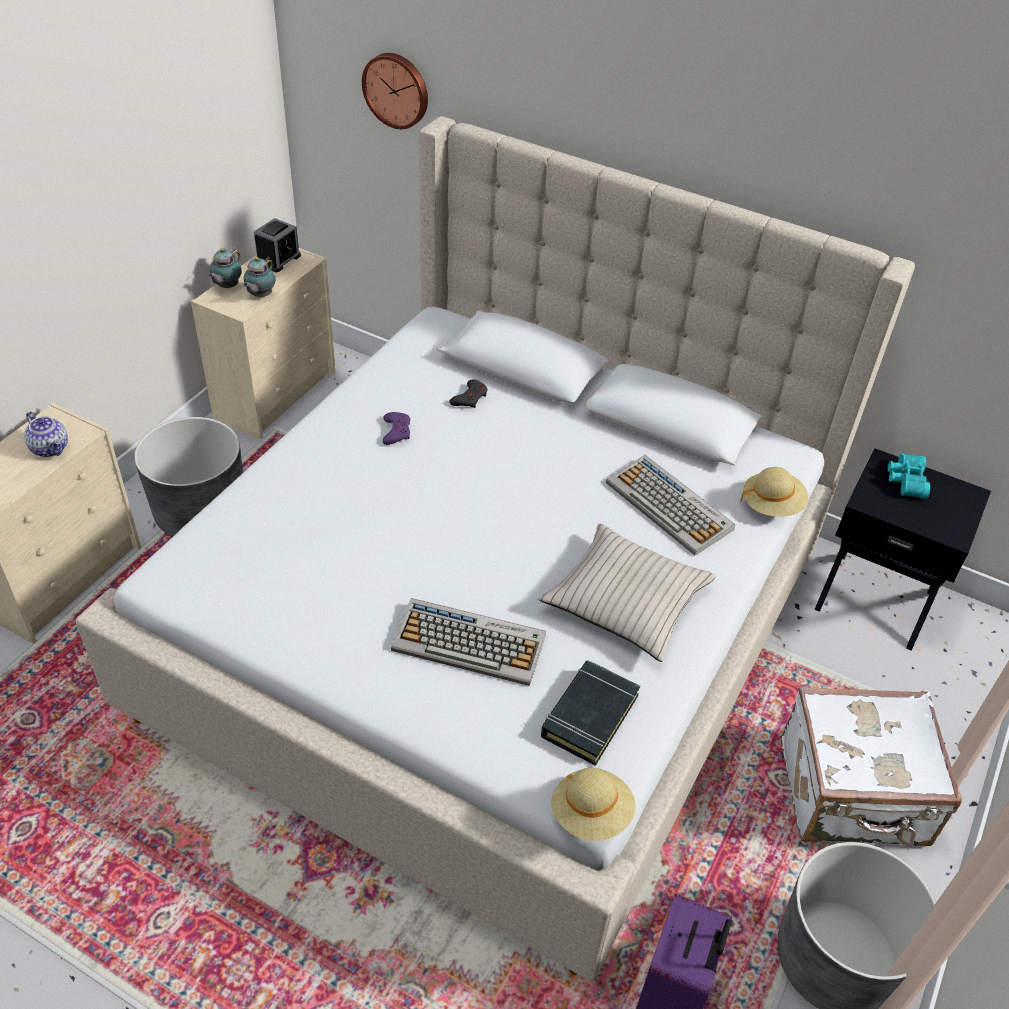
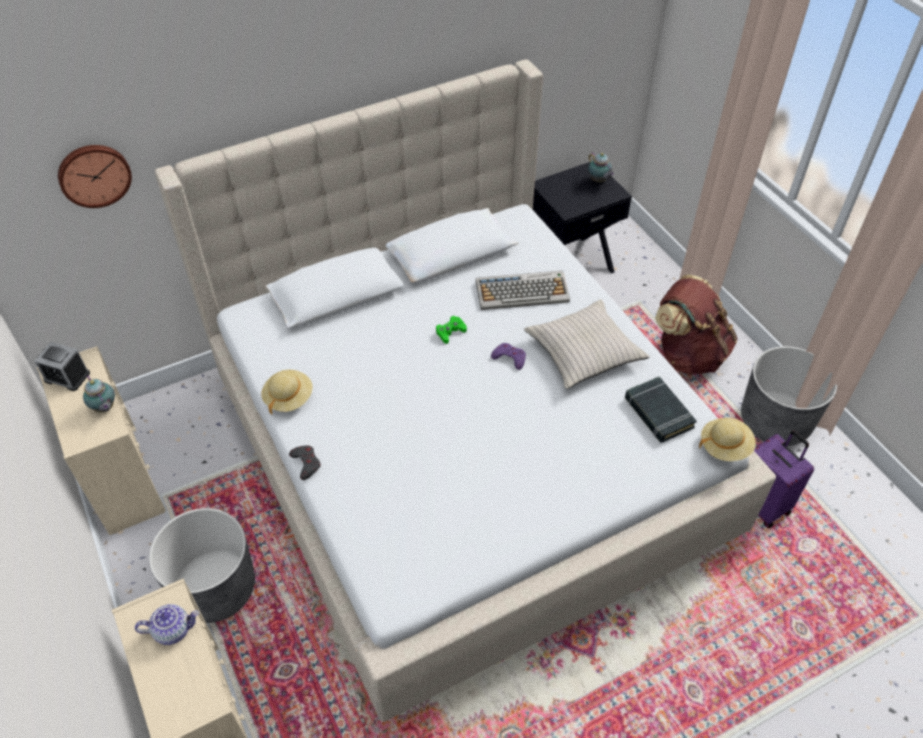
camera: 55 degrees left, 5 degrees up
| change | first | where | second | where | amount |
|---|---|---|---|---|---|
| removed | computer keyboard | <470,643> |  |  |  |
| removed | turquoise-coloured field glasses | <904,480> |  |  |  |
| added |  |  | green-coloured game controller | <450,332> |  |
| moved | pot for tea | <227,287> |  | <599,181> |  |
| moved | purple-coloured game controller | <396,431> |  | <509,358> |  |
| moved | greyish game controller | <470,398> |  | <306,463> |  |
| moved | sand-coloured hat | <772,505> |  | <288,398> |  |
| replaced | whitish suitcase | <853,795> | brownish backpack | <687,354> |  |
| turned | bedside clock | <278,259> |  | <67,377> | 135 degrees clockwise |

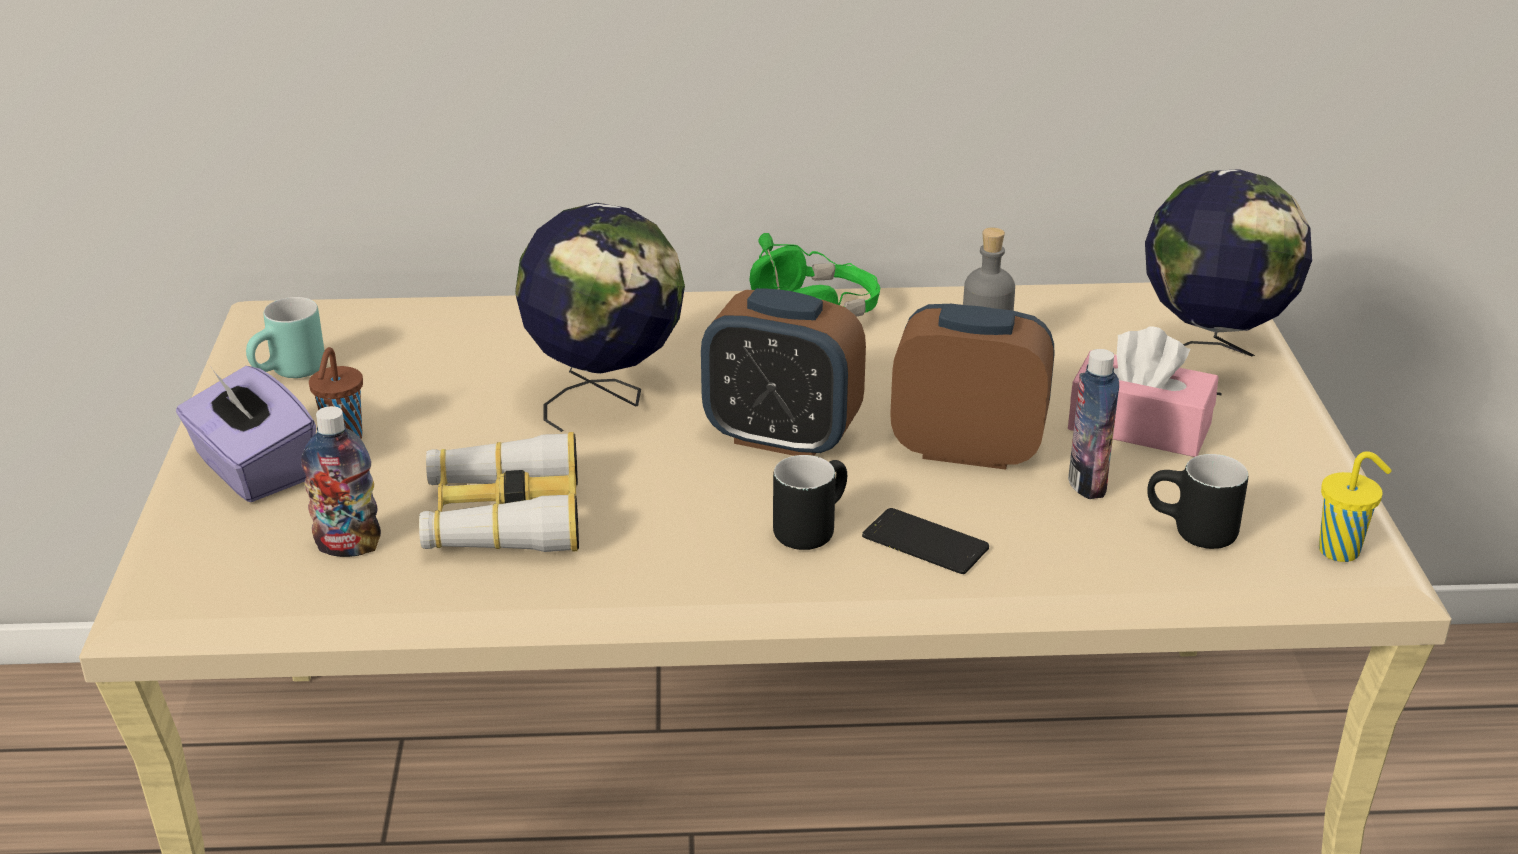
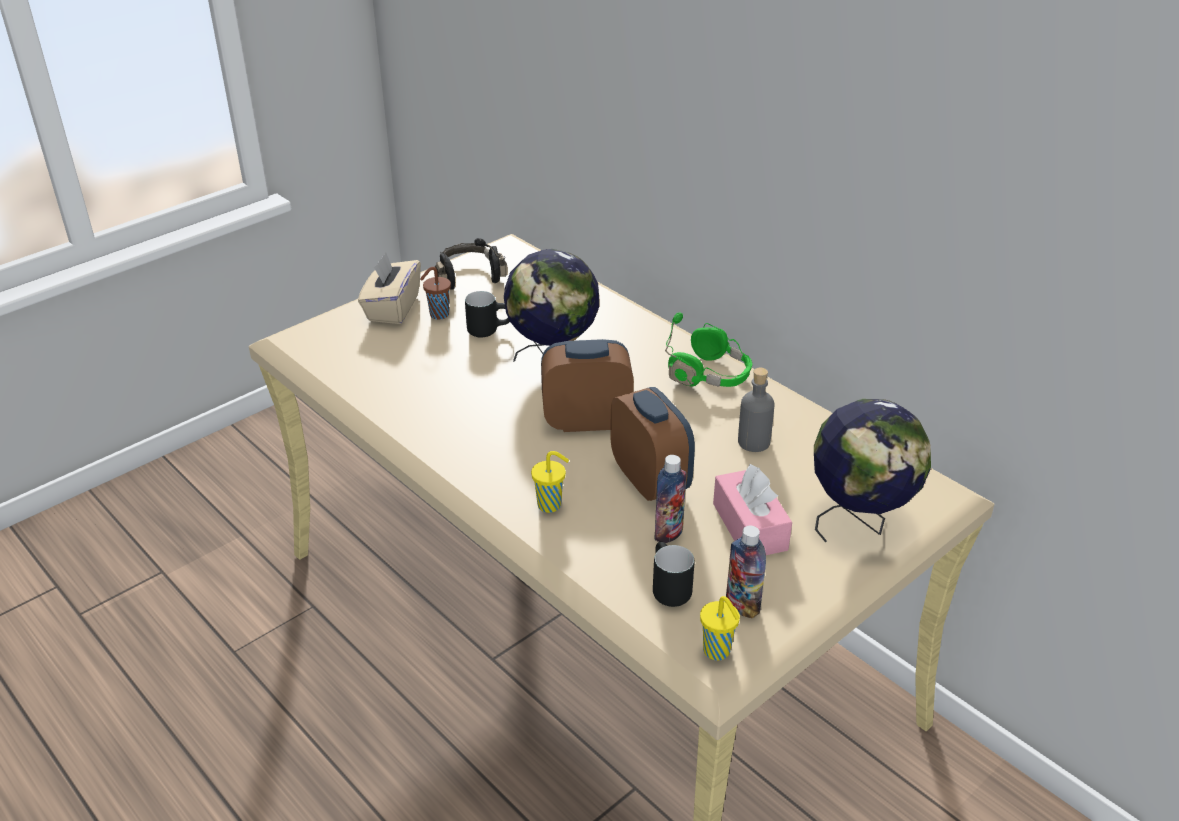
camera: 50 degrees right, 5 degrees up
| change | first | where | second | where | amount |
|---|---|---|---|---|---|
| removed | field glasses | <503,517> |  |  |  |
| moved | bottle | <348,546> |  | <742,606> |  |
| moved | black coffee mug | <809,527> |  | <489,330> |  |
| replaced | turquoise-coloured coffee mug | <291,374> | black headset | <469,276> |  |
| replaced | handset | <925,543> | yellow cup | <551,505> |  |
| recoloured | purple-coloured tissue holder | <253,470> | sand-coloured tissue holder | <392,308> |  |
| turned | bedside clock | <782,437> |  | <586,421> | 105 degrees clockwise |

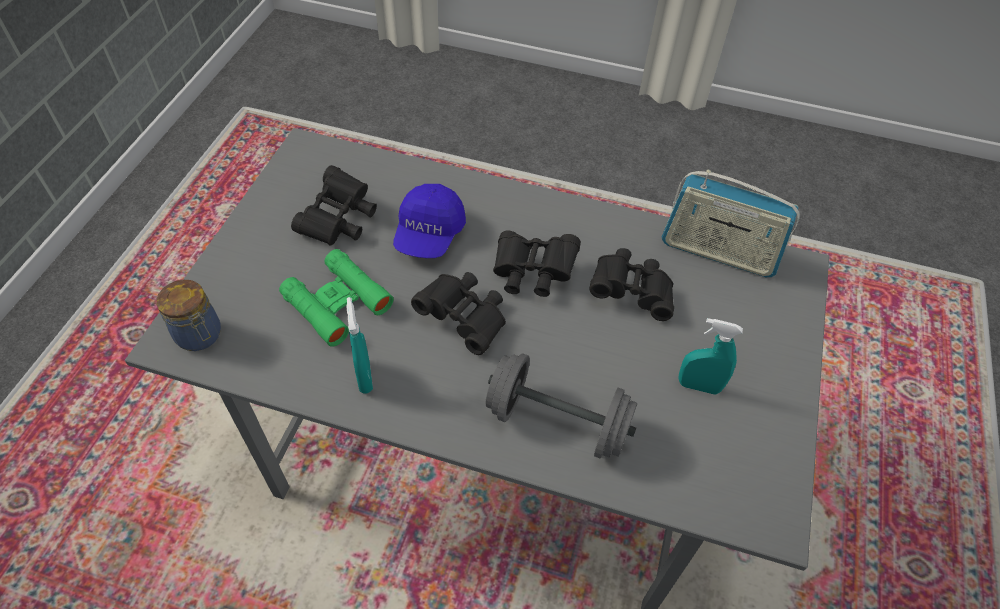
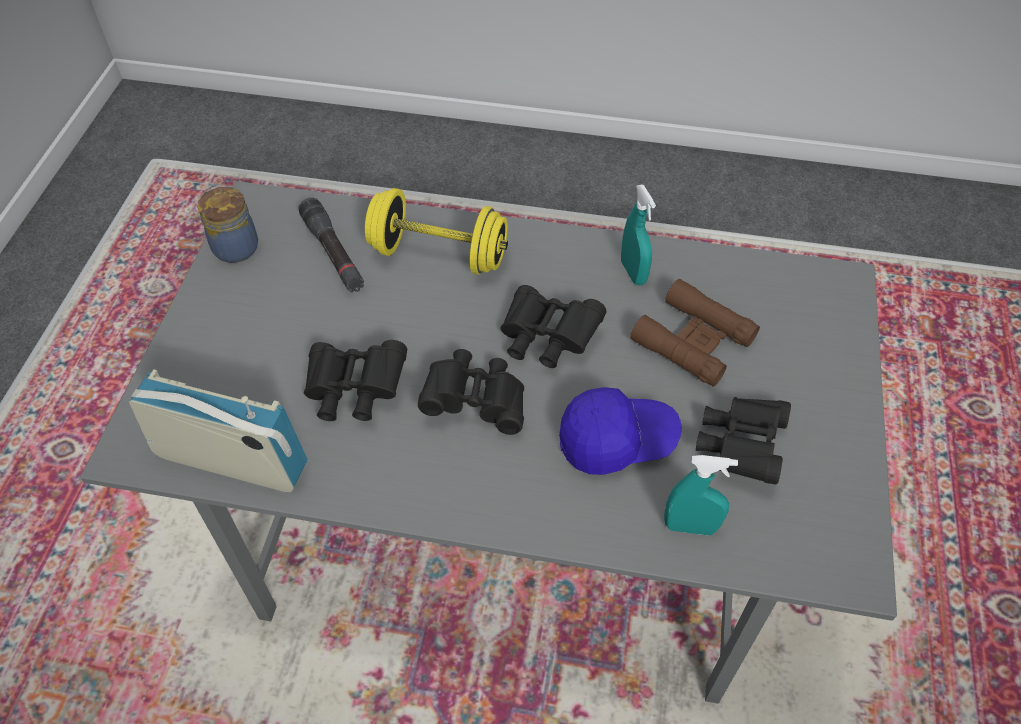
camera: 175 degrees right, 0 degrees up
| change | first | where | second | where | amount |
|---|---|---|---|---|---|
| added |  |  | black torch | <333,253> |  |
| moved | preserve jar | <200,336> |  | <234,247> |  |
| moved | turquoise-coloured spray bottle | <699,386> |  | <690,527> |  |
| recoloured | green-coloured field glasses | <337,303> | brownish field glasses | <693,340> |  |
| recoloured | greyish hand weight | <557,422> | yellow hand weight | <438,254> |  |
| turned | bluish peaked cap | <429,234> |  | <616,440> | 75 degrees clockwise |

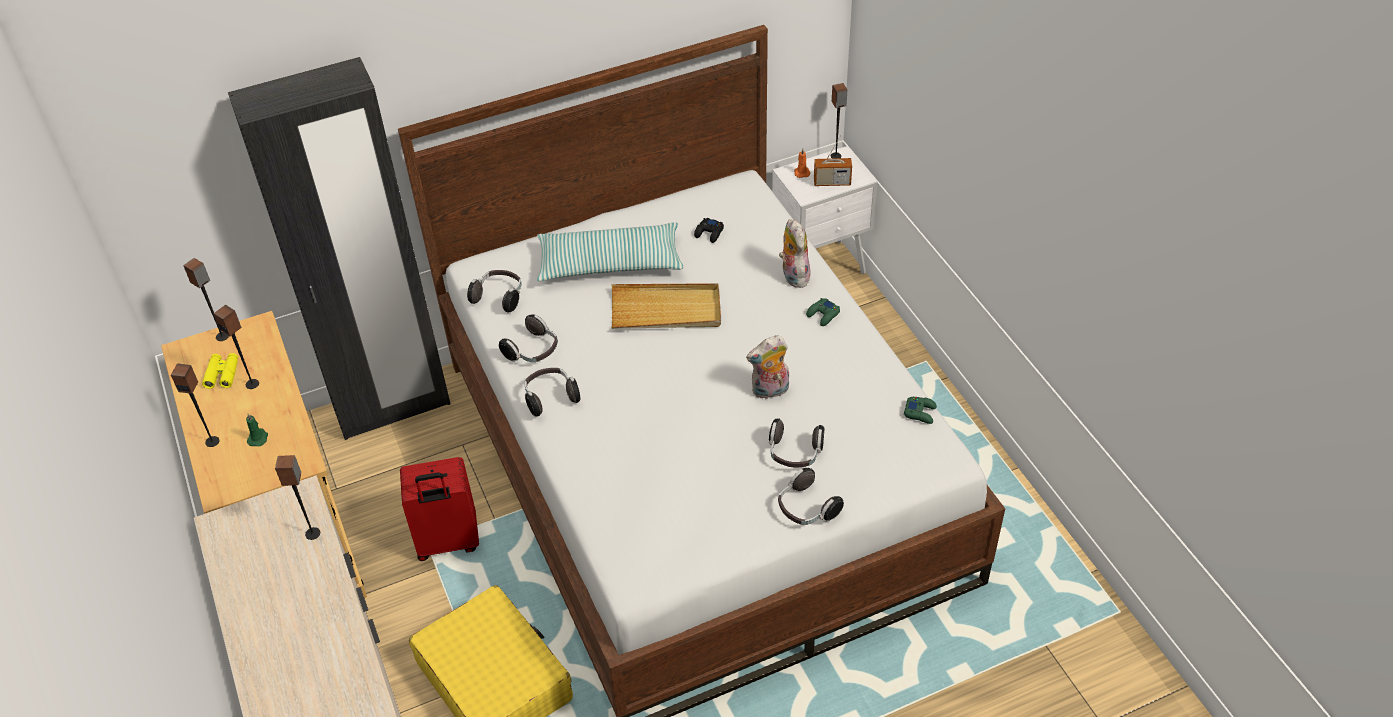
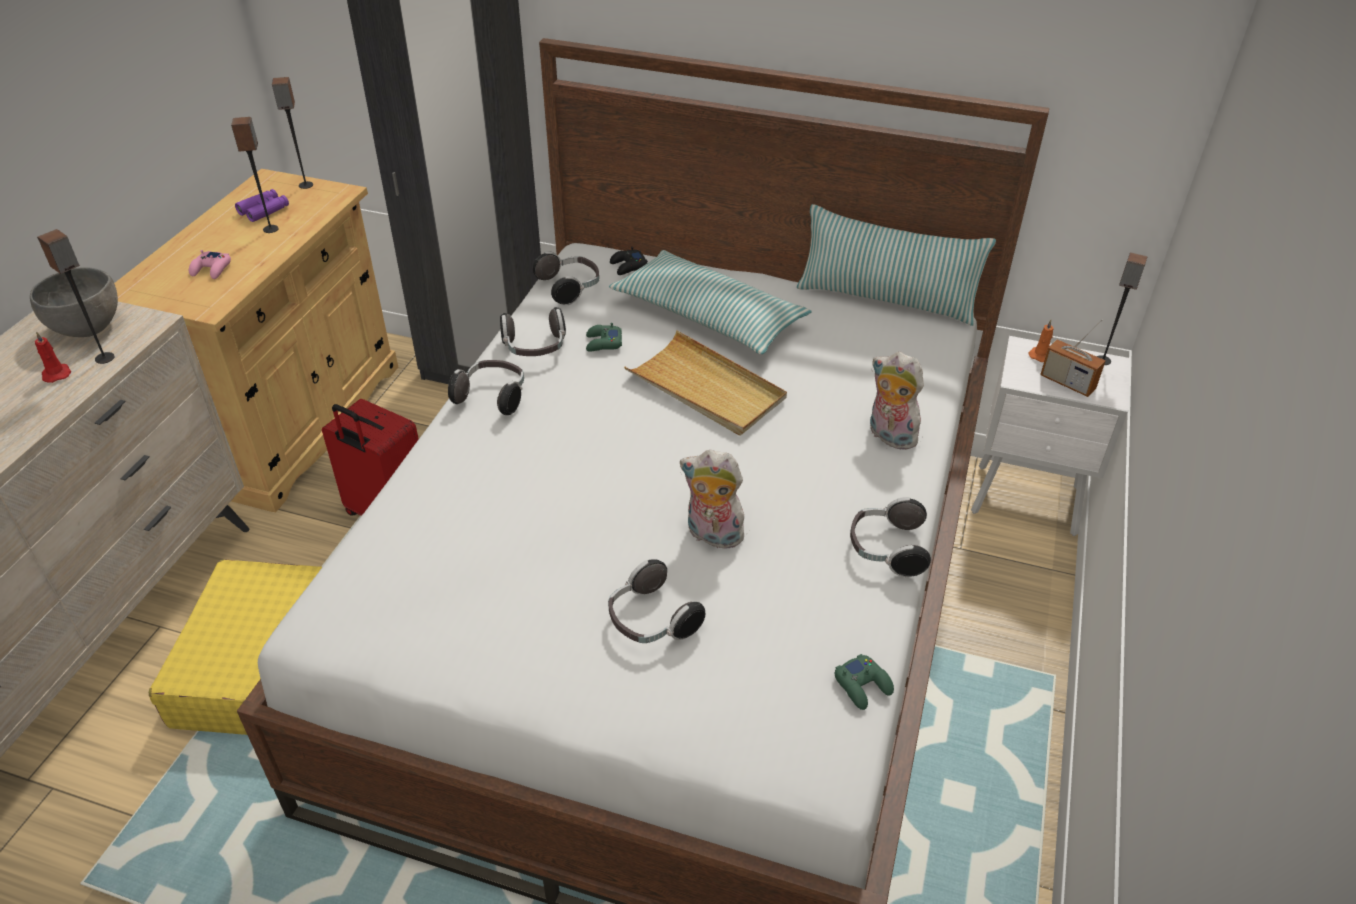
camera: 40 degrees right, 5 degrees down
| change | first | where | second | where | amount |
|---|---|---|---|---|---|
| removed | loudspeaker | <212,441> |  |  |  |
| added |  |  | greyish deep dish | <88,327> |  |
| added |  |  | red-coloured wax light | <56,373> |  |
| added |  |  | cushion | <886,300> |  |
| moved | black game controller | <709,233> |  | <628,266> |  |
| moved | headset | <806,509> |  | <886,549> |  |
| moved | green-coloured game controller | <823,315> |  | <603,343> |  |
| replaced | green-coloured wax light | <258,438> | pinkish game controller | <211,269> |  |
| recoloured | yellow field glasses | <222,374> | purple-coloured field glasses | <264,210> |  |
| turned | soft toy | <793,275> |  | <888,436> | 75 degrees counterclockwise |

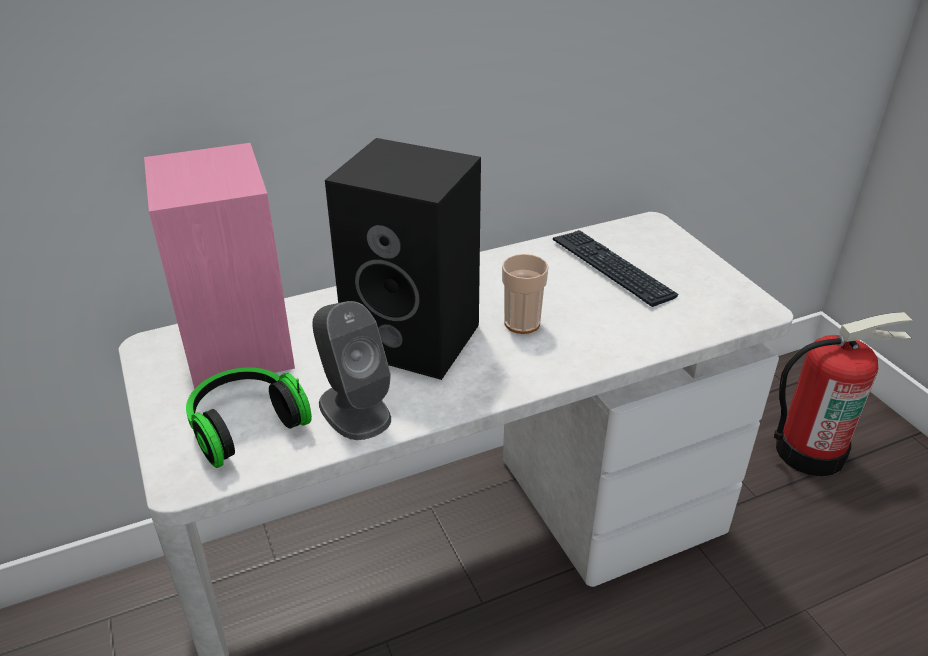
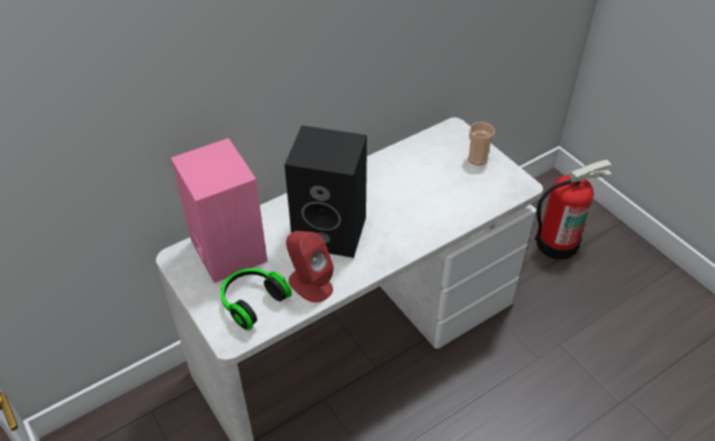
camera: 10 degrees left, 10 degrees up
| change | first | where | second | where | amount |
|---|---|---|---|---|---|
| removed | computer keyboard | <611,269> |  |  |  |
| moved | cup | <522,323> |  | <477,158> |  |
| recoloured | greyish loudspeaker | <354,410> | red-coloured loudspeaker | <310,284> |  |

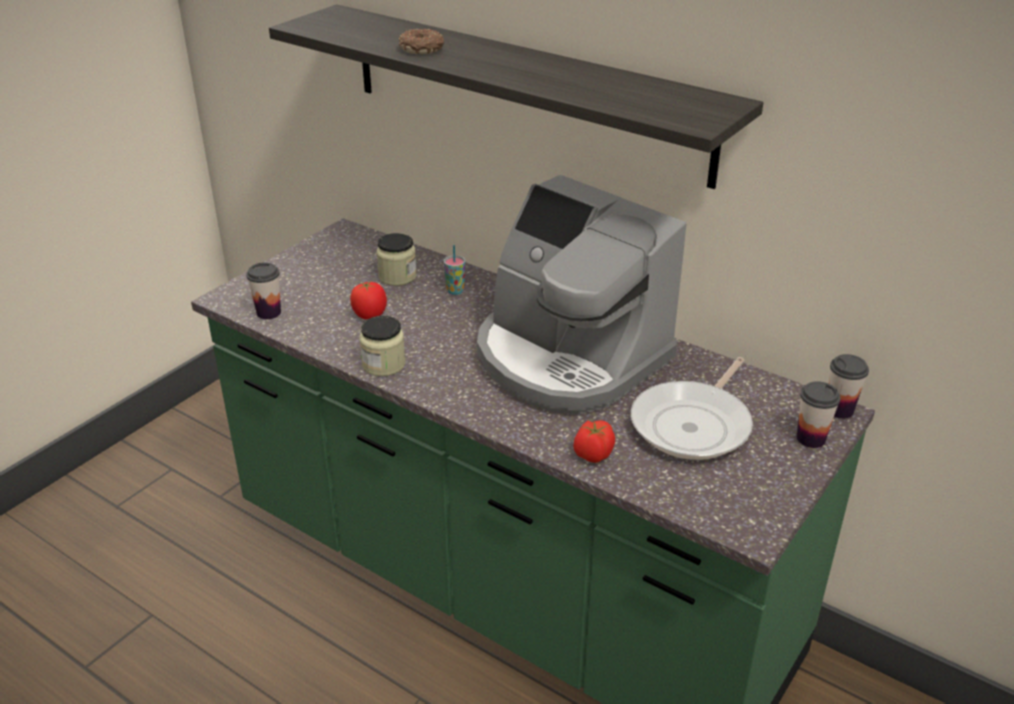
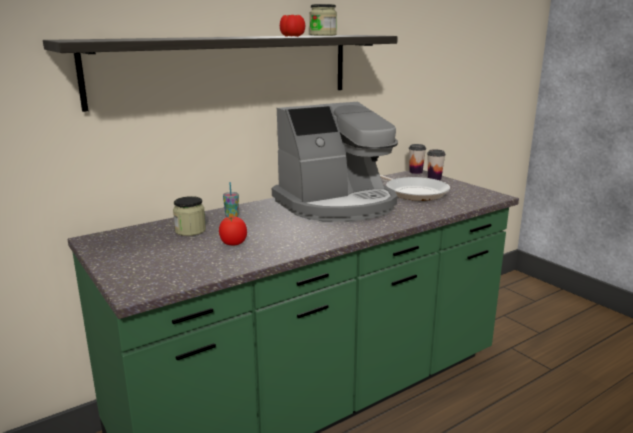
camera: 70 degrees left, 15 degrees down
| change | first | where | second | where | amount |
|---|---|---|---|---|---|
| removed | cup | <269,312> |  |  |  |
| removed | donut | <422,49> |  |  |  |
| moved | preserve jar | <384,364> |  | <323,35> |  |
| moved | fresh tomato | <593,454> |  | <292,36> |  |

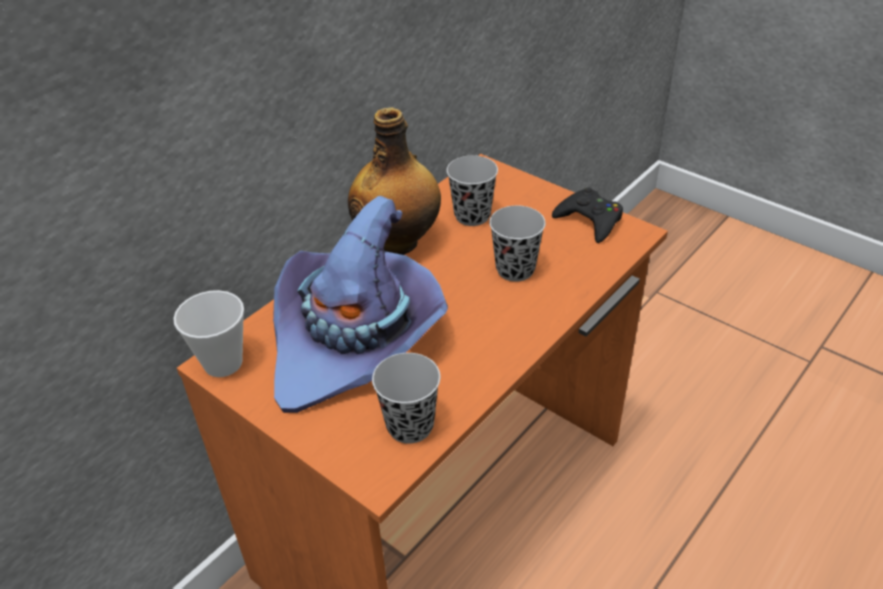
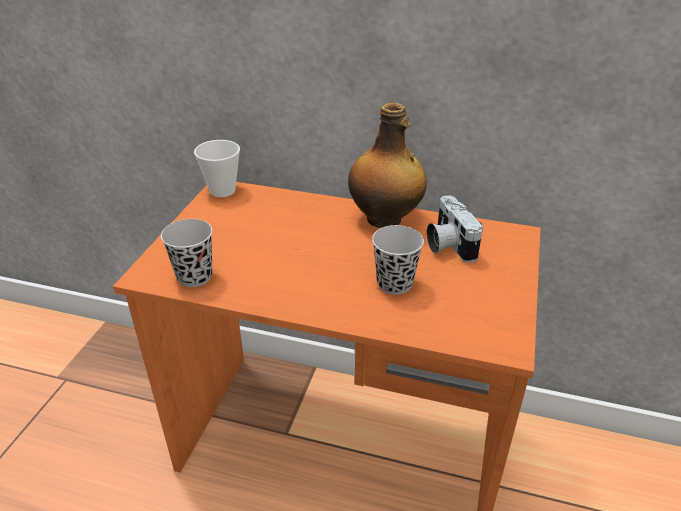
camera: 65 degrees right, 5 degrees down
| change | first | where | second | where | amount |
|---|---|---|---|---|---|
| removed | purple-coloured hat | <357,339> |  |  |  |
| removed | black game controller | <590,220> |  |  |  |
| replaced | black cup | <472,215> | still camera | <447,244> |  |

